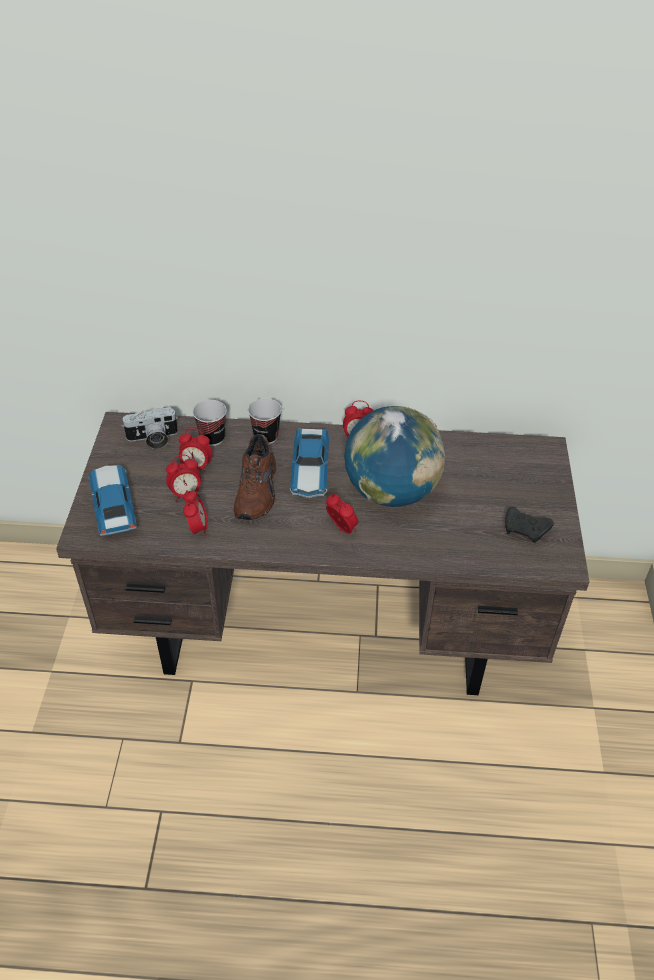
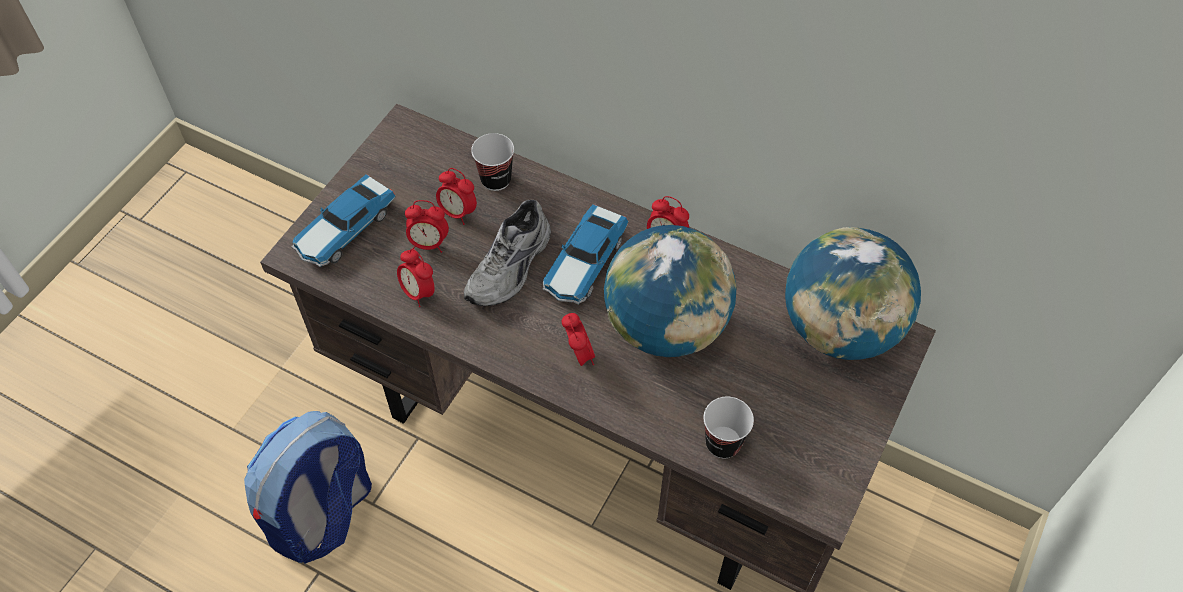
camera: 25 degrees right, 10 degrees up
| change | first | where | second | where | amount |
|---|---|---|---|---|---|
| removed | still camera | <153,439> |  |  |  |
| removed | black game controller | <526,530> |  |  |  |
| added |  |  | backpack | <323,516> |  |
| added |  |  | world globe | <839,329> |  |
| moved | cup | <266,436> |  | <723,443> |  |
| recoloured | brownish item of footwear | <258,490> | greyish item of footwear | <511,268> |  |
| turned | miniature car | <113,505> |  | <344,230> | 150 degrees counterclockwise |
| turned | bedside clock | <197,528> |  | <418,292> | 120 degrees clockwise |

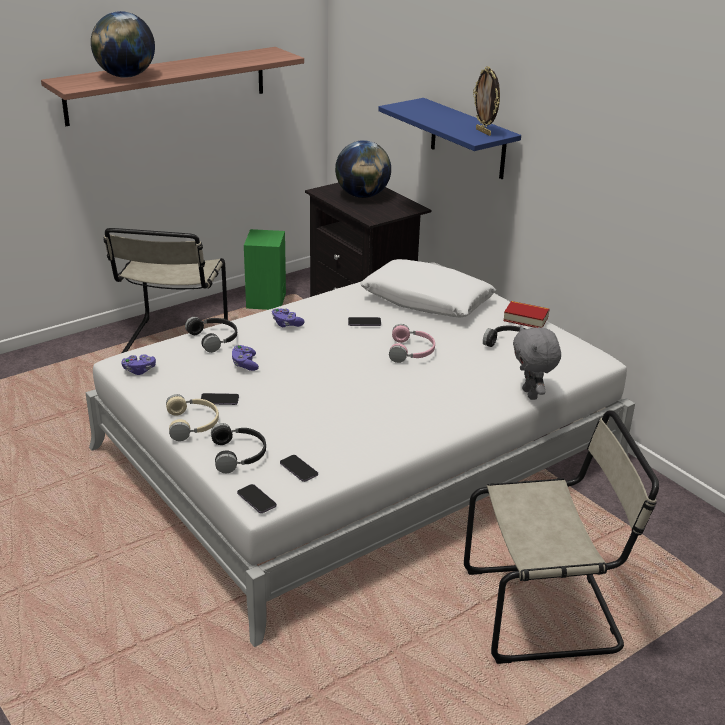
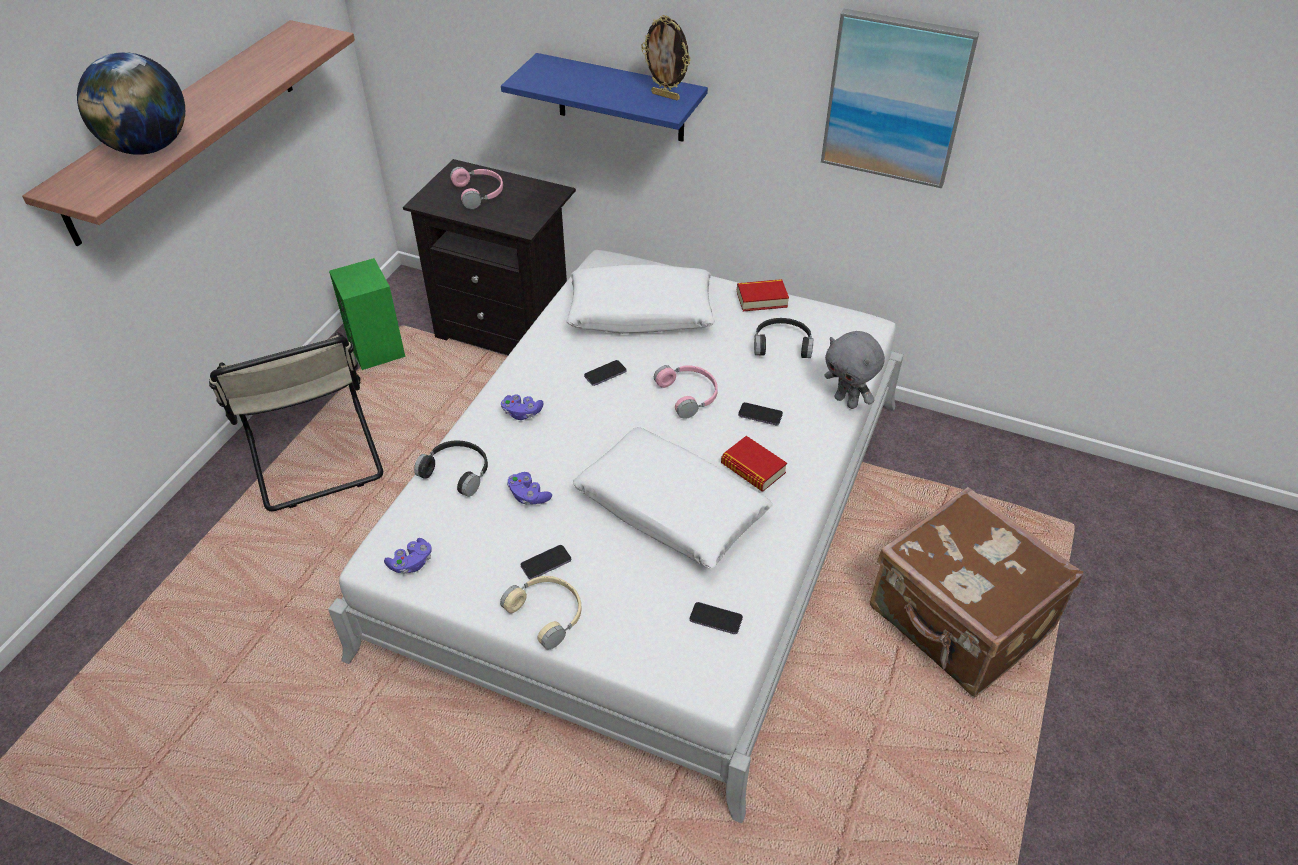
camera: 30 degrees left, 15 degrees up
| change | first | where | second | where | amount |
|---|---|---|---|---|---|
| removed | black headset | <239,454> |  |  |  |
| added |  |  | whitish cushion | <670,508> |  |
| added |  |  | volume | <753,468> |  |
| added |  |  | wall picture | <895,99> |  |
| moved | handset | <256,500> |  | <760,415> |  |
| replaced | world globe | <362,196> | pinkish headset | <480,193> |  |
| replaced | sand-coloured plain chair | <547,610> | brownish suitcase | <958,622> |  |

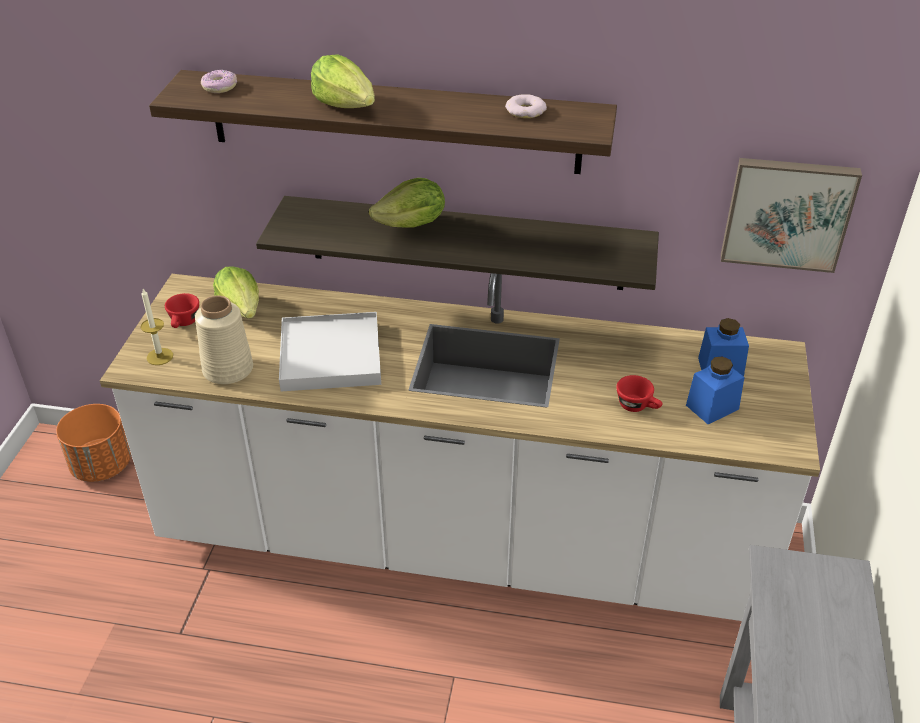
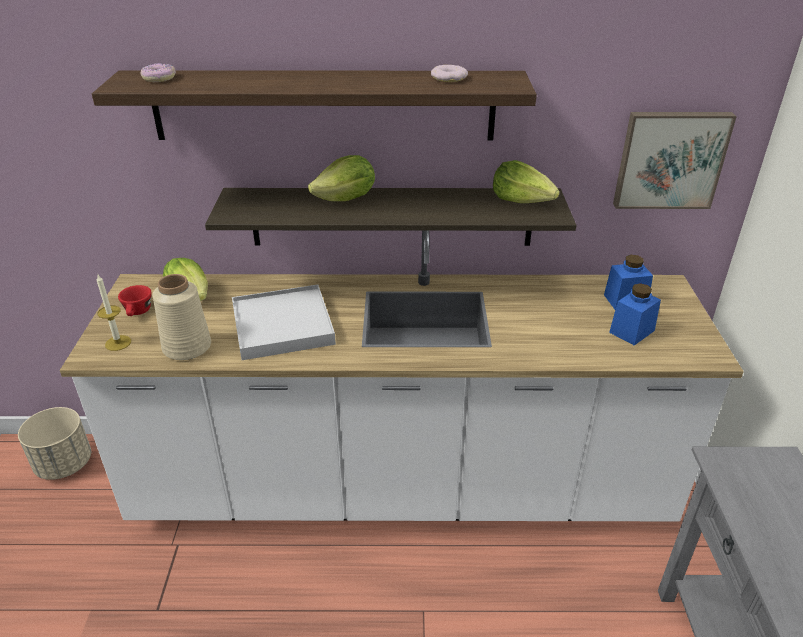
camera: 10 degrees left, 5 degrees down
| change | first | where | second | where | amount |
|---|---|---|---|---|---|
| removed | red-coloured cup | <638,406> |  |  |  |
| moved | head of lettuce | <346,105> |  | <522,201> |  |
| recoloured | orange planter | <102,466> | sand-coloured planter | <64,464> |  |

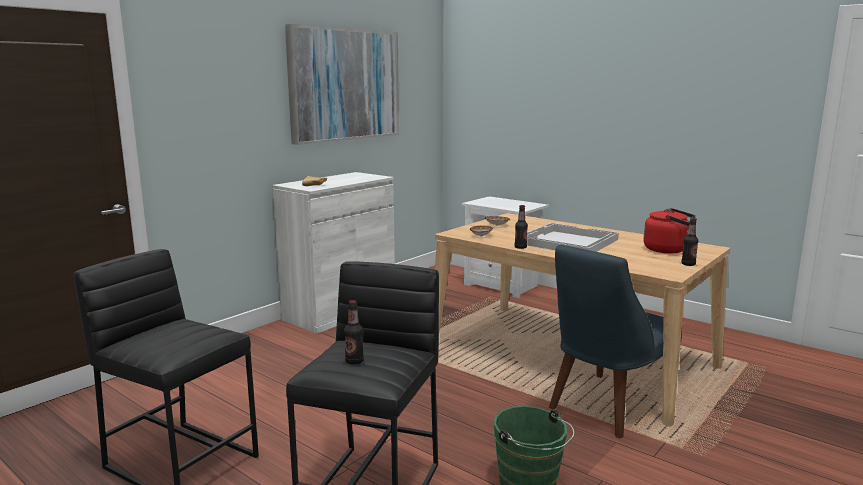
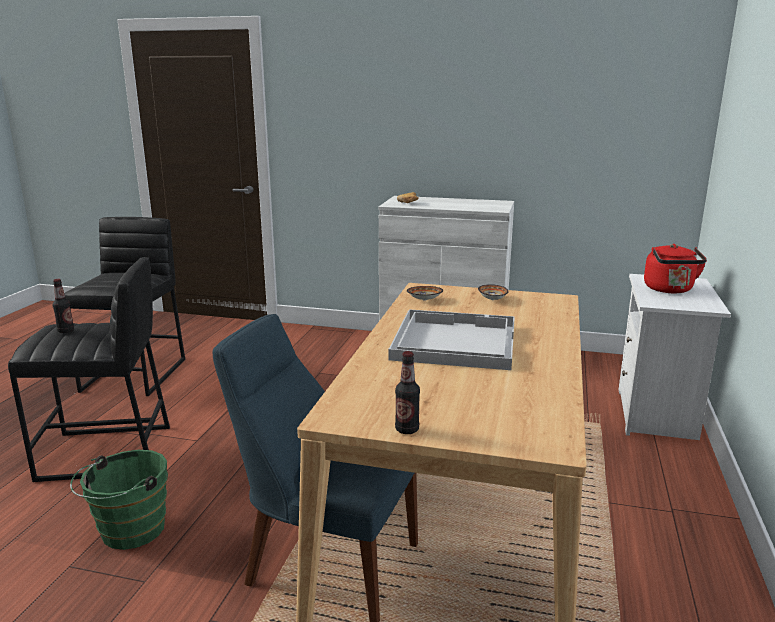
camera: 65 degrees right, 5 degrees up
| change | first | where | second | where | amount |
|---|---|---|---|---|---|
| removed | wall picture | <344,85> |  |  |  |
| removed | bottle | <520,247> |  |  |  |
| moved | red-coloured water kettle | <668,250> |  | <669,290> |  |

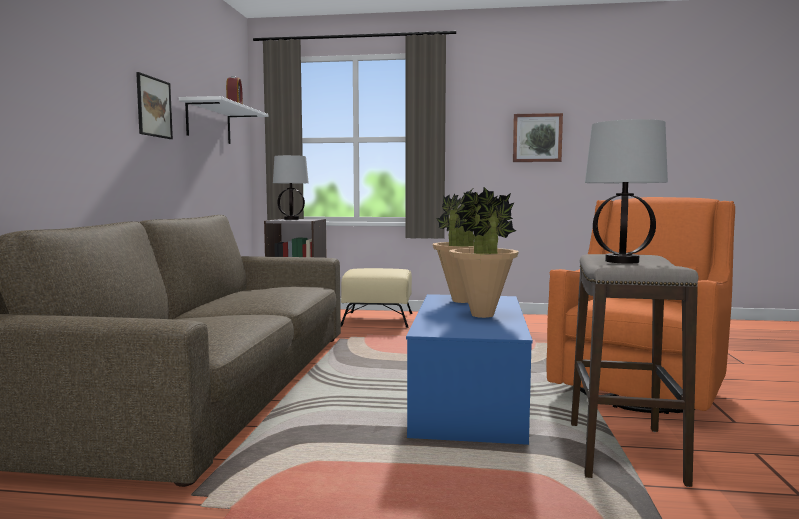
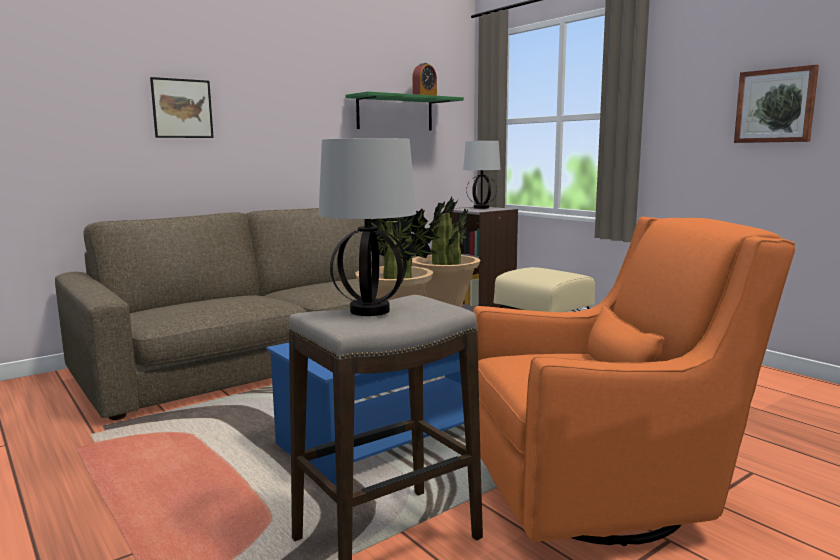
camera: 45 degrees right, 5 degrees up
| change | first | where | second | where | amount |
|---|---|---|---|---|---|
| moved | wall picture | <154,107> |  | <182,108> |  |
| recoloured | whitish shelf | <209,123> | green-coloured shelf | <395,113> |  |

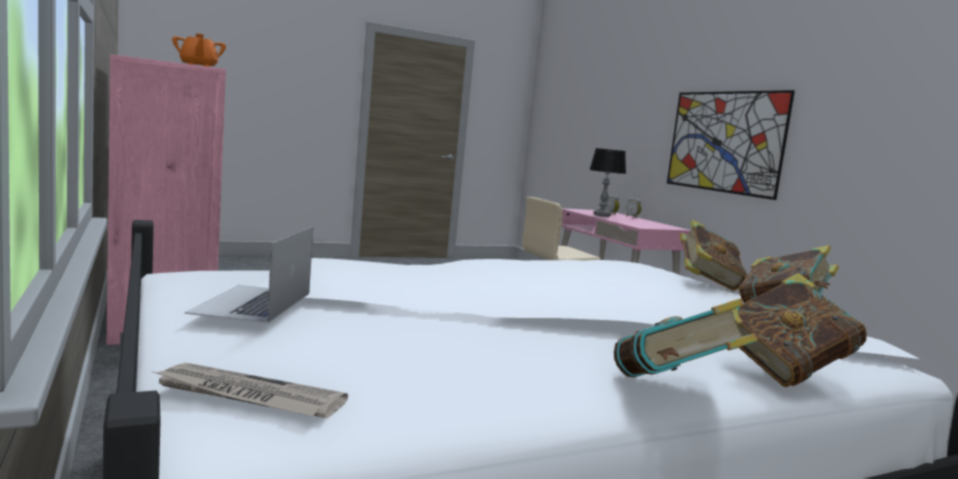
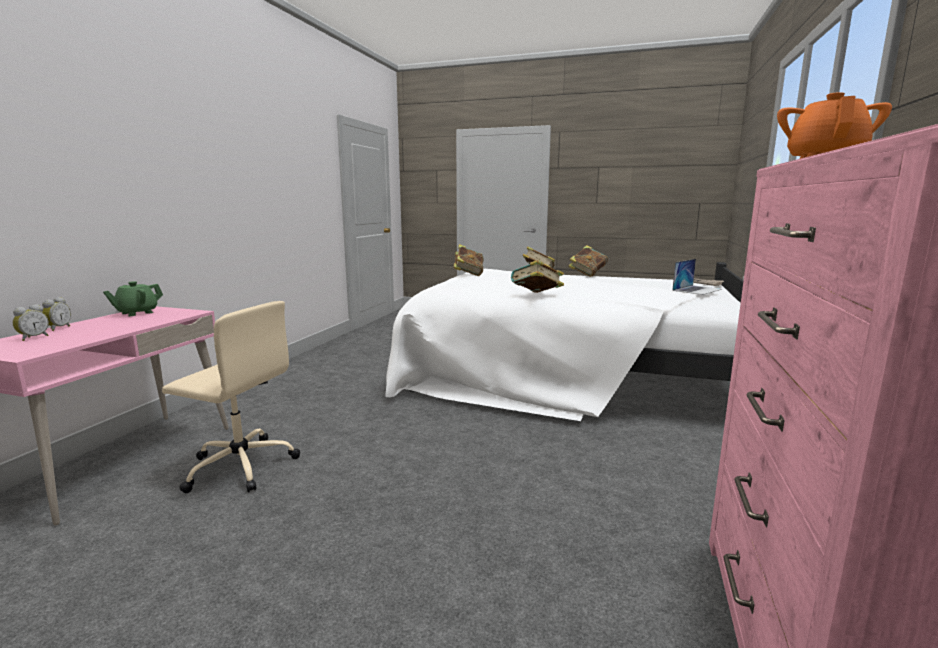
camera: 135 degrees left, 5 degrees up
| change | first | where | second | where | amount |
|---|---|---|---|---|---|
| removed | table lamp | <602,215> |  |  |  |
| removed | wall picture | <724,141> |  |  |  |
| added |  |  | green-coloured pot for tea | <137,313> |  |
| moved | volume | <707,283> |  | <536,295> |  |

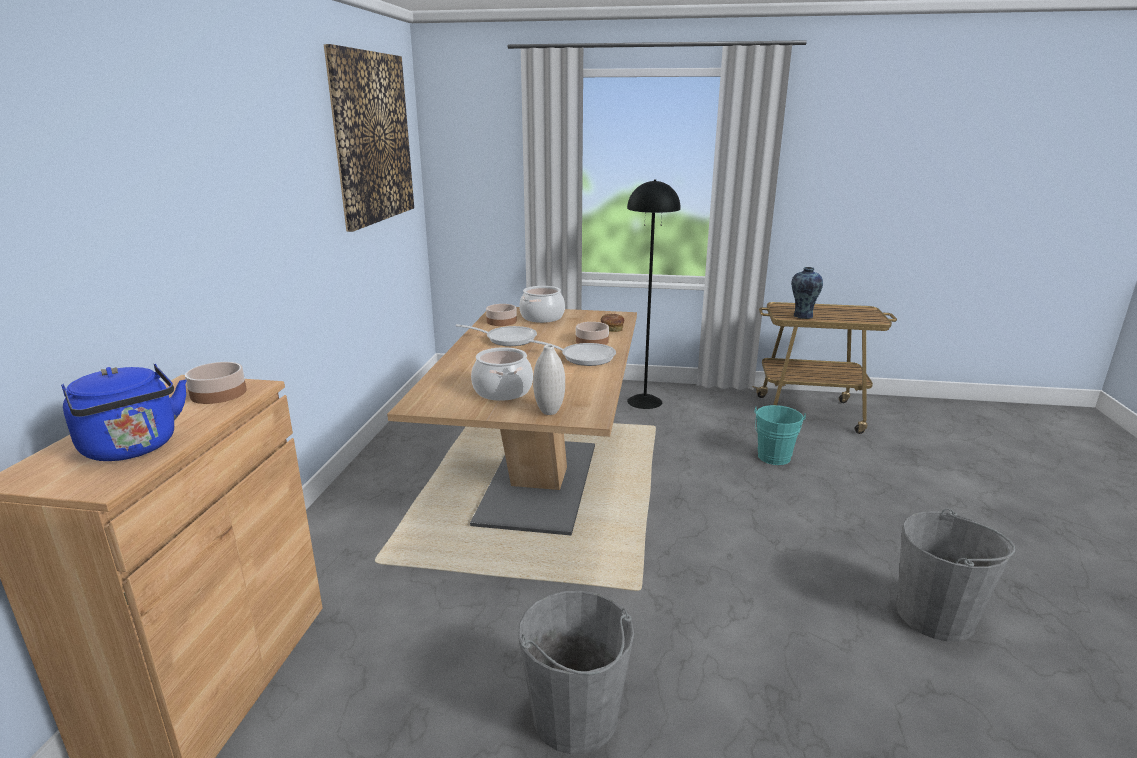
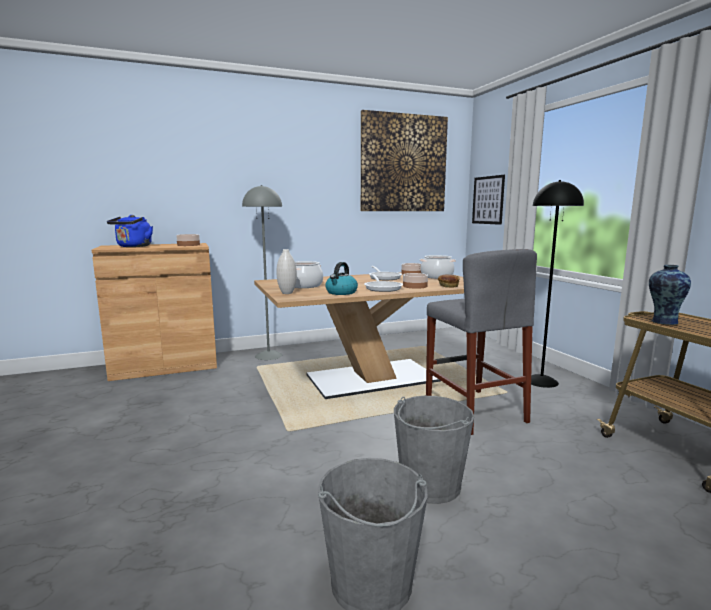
camera: 60 degrees right, 10 degrees down
| change | first | where | second | where | amount |
|---|---|---|---|---|---|
| removed | turquoise-coloured water bucket | <773,459> |  |  |  |
| added |  |  | greyish standard lamp | <268,355> |  |
| added |  |  | water kettle | <341,292> |  |
| added |  |  | greyish stool | <474,411> |  |
| added |  |  | wall picture | <488,200> |  |
| moved | greyish water bucket | <575,717> |  | <429,485> |  |

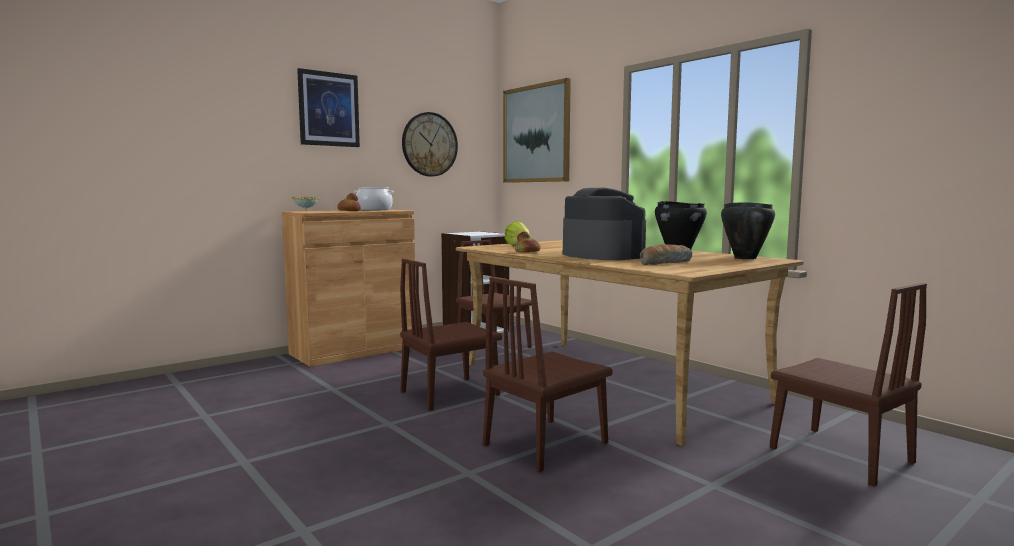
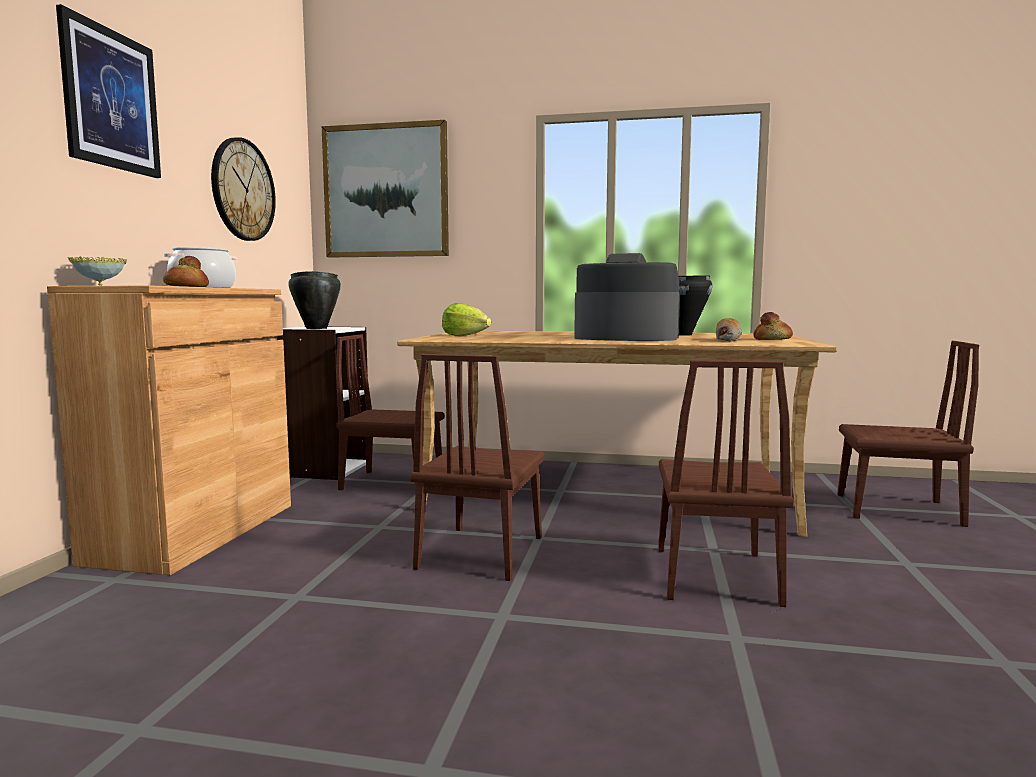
camera: 40 degrees left, 0 degrees up
| change | first | where | second | where | amount |
|---|---|---|---|---|---|
| moved | bread | <527,252> |  | <773,339> |  |
| moved | black stockpot | <744,258> |  | <316,328> |  |

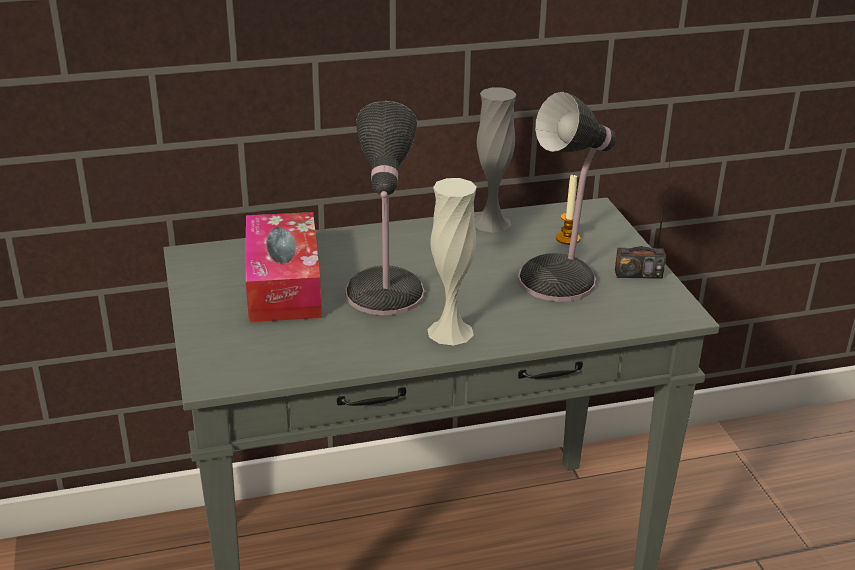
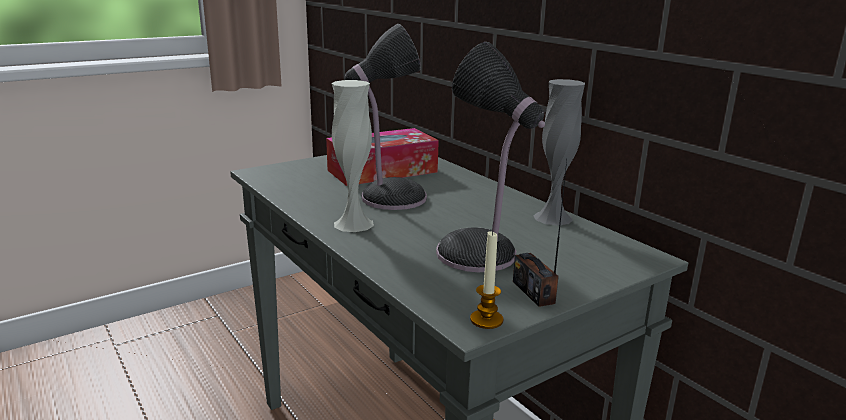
camera: 70 degrees right, 10 degrees down
| change | first | where | second | where | amount |
|---|---|---|---|---|---|
| moved | wax light | <567,238> |  | <486,320> |  |

